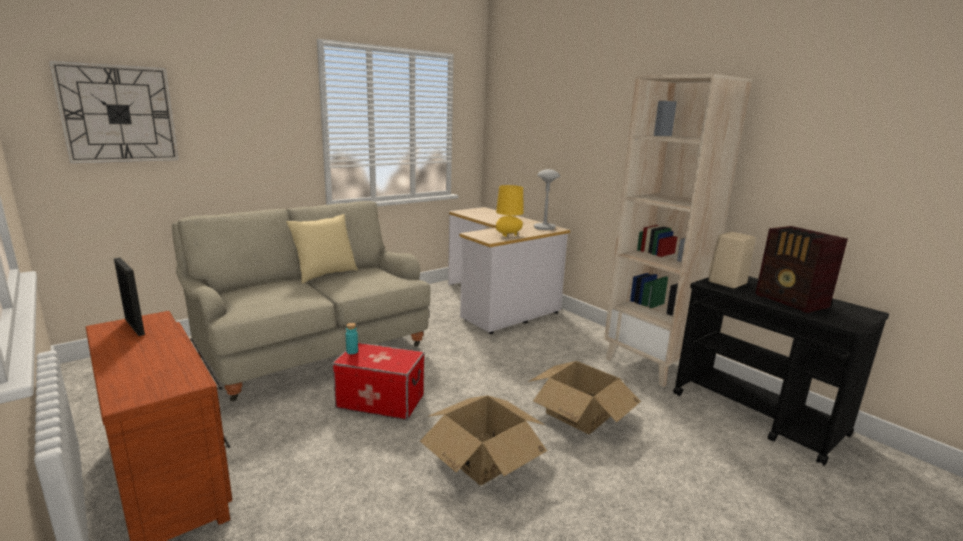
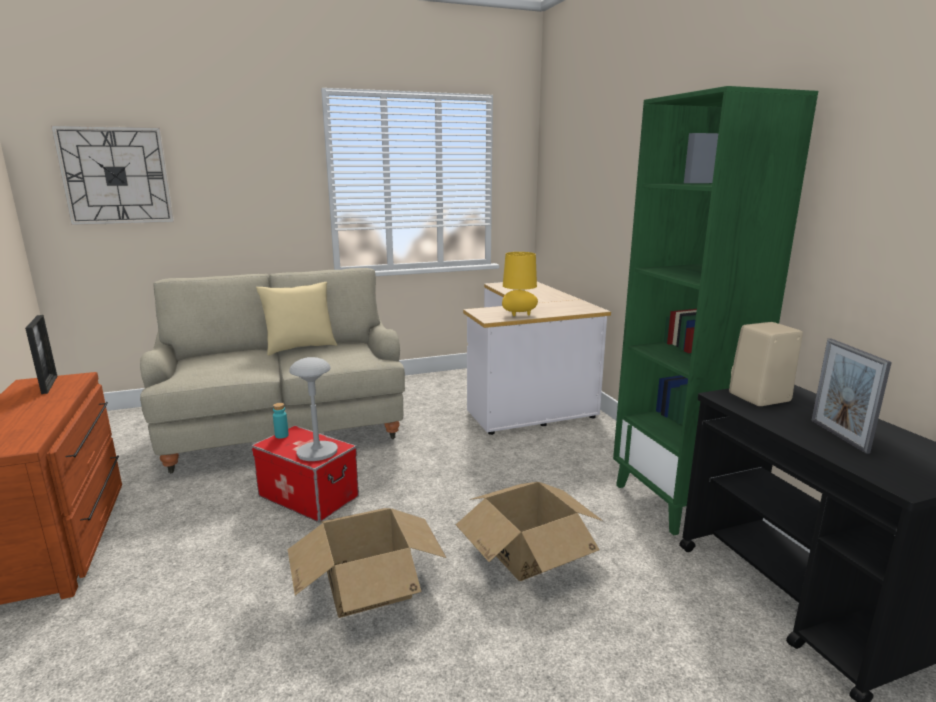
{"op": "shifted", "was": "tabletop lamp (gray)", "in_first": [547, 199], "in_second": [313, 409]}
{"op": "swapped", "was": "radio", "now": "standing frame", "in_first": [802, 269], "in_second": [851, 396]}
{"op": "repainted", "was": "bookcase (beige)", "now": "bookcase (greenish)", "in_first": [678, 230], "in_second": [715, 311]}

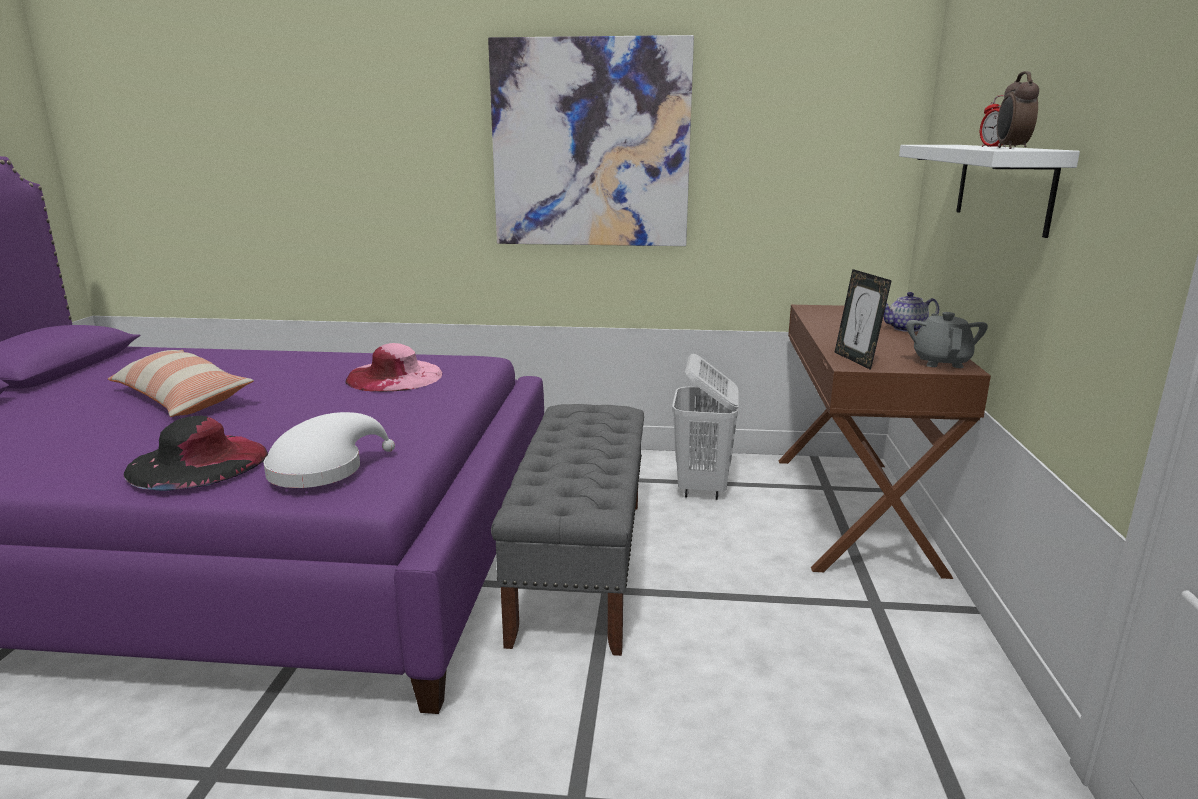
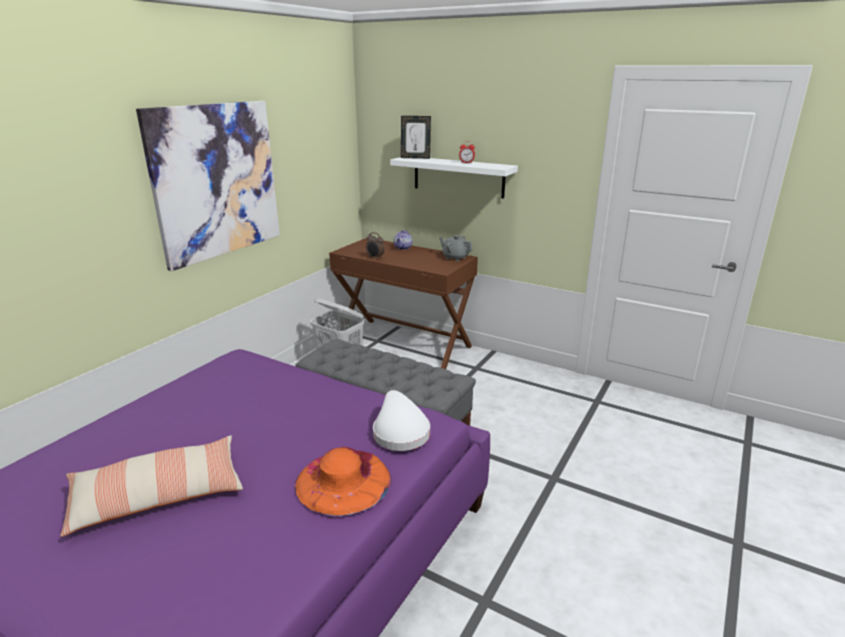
{"op": "gone", "was": "clothing hat (pink)", "in_first": [394, 367]}
{"op": "shifted", "was": "standing frame", "in_first": [863, 319], "in_second": [416, 137]}
{"op": "shifted", "was": "table clock", "in_first": [1018, 110], "in_second": [375, 246]}
{"op": "repainted", "was": "clothing hat (blackish)", "now": "clothing hat (orangey)", "in_first": [196, 453], "in_second": [343, 481]}

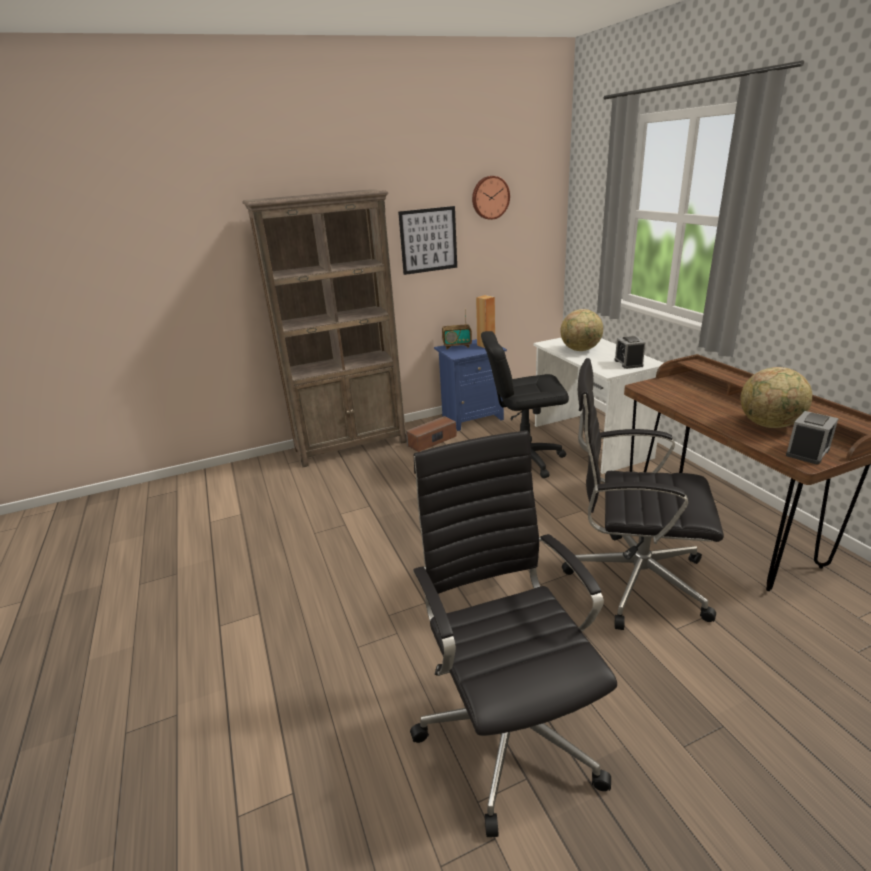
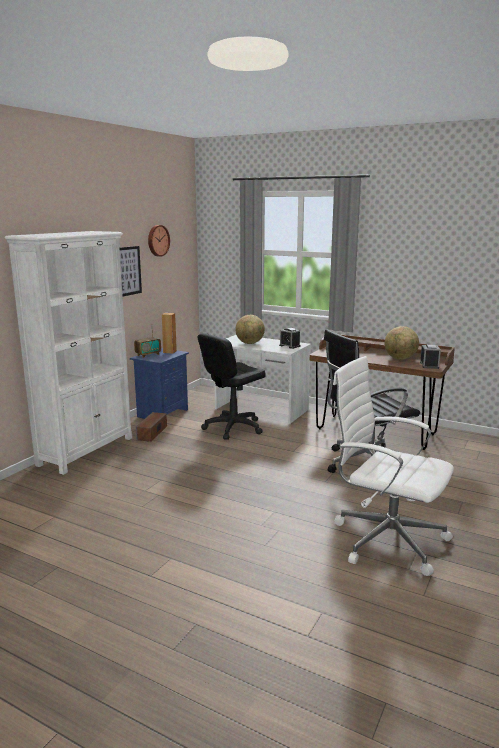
{"op": "repainted", "was": "bookcase (brownish)", "now": "bookcase (white-coloured)", "in_first": [324, 328], "in_second": [68, 353]}
{"op": "repainted", "was": "desk chair (blackish)", "now": "desk chair (white-coloured)", "in_first": [513, 633], "in_second": [393, 466]}

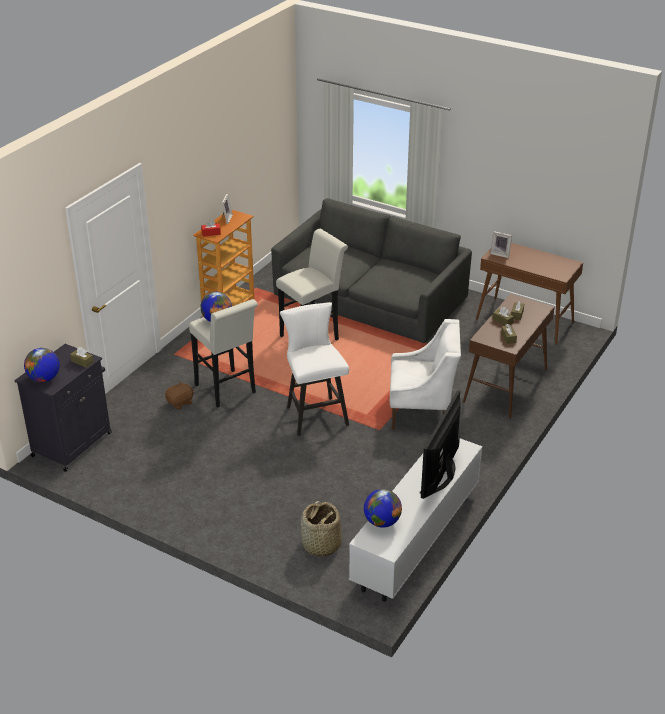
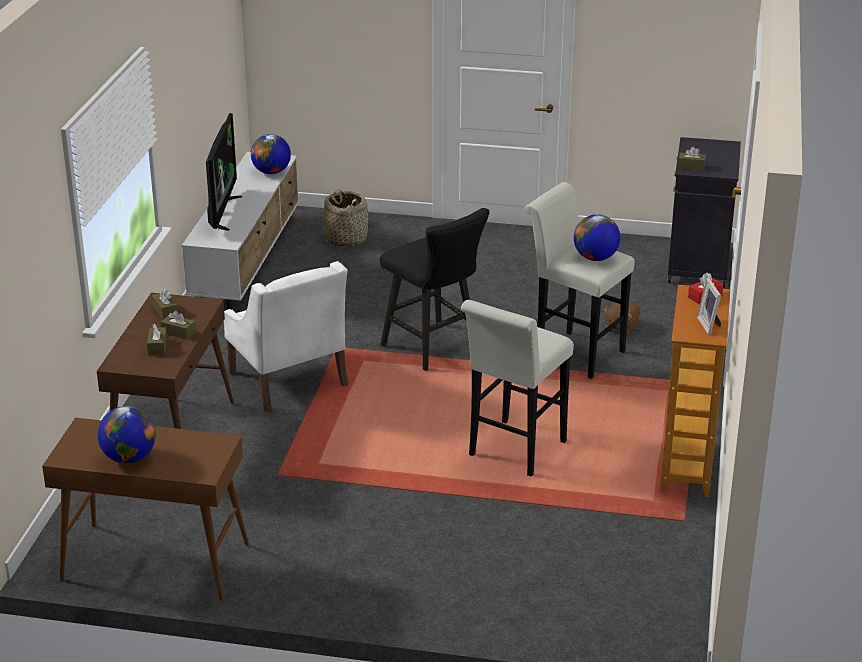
{"op": "gone", "was": "settee (gray)", "in_first": [371, 270]}
{"op": "gone", "was": "standing frame", "in_first": [501, 244]}
{"op": "shifted", "was": "world globe", "in_first": [42, 365], "in_second": [127, 434]}
{"op": "repainted", "was": "stool seat (white-coloured)", "now": "stool seat (blackish)", "in_first": [314, 369], "in_second": [434, 289]}
{"op": "rotated", "was": "armchair (white-coloured)", "in_first": [425, 374], "in_second": [286, 336], "clockwise": -105}

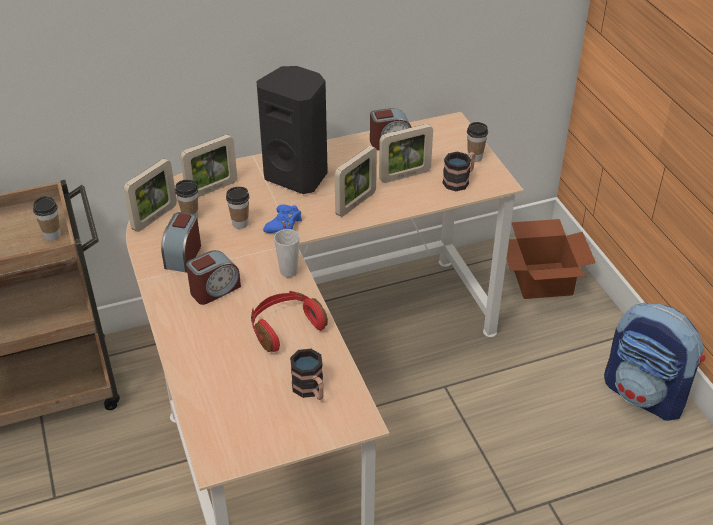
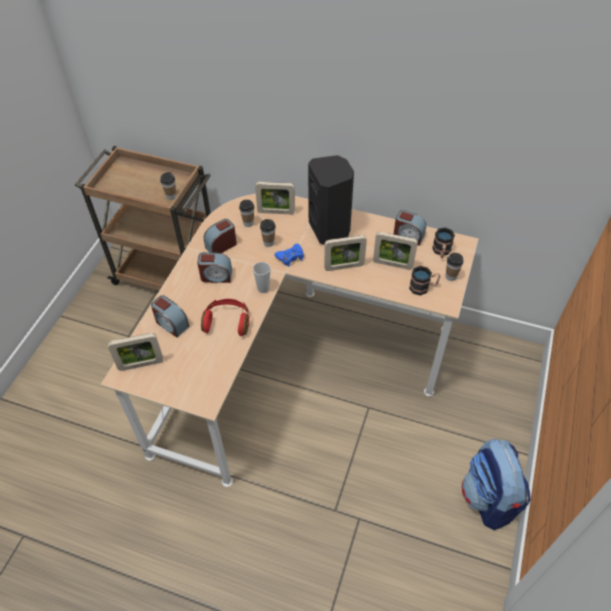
{"op": "gone", "was": "packing box", "in_first": [551, 259]}
{"op": "new", "now": "table clock", "in_second": [170, 316]}
{"op": "shifted", "was": "standing frame", "in_first": [150, 195], "in_second": [135, 352]}
{"op": "shifted", "was": "coffee mug", "in_first": [307, 374], "in_second": [443, 242]}

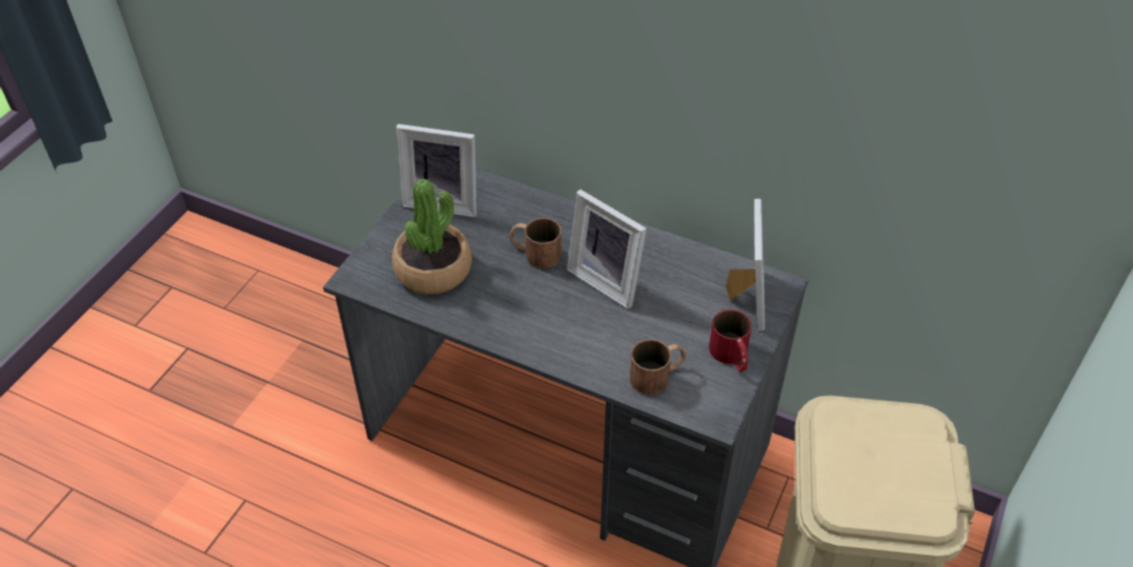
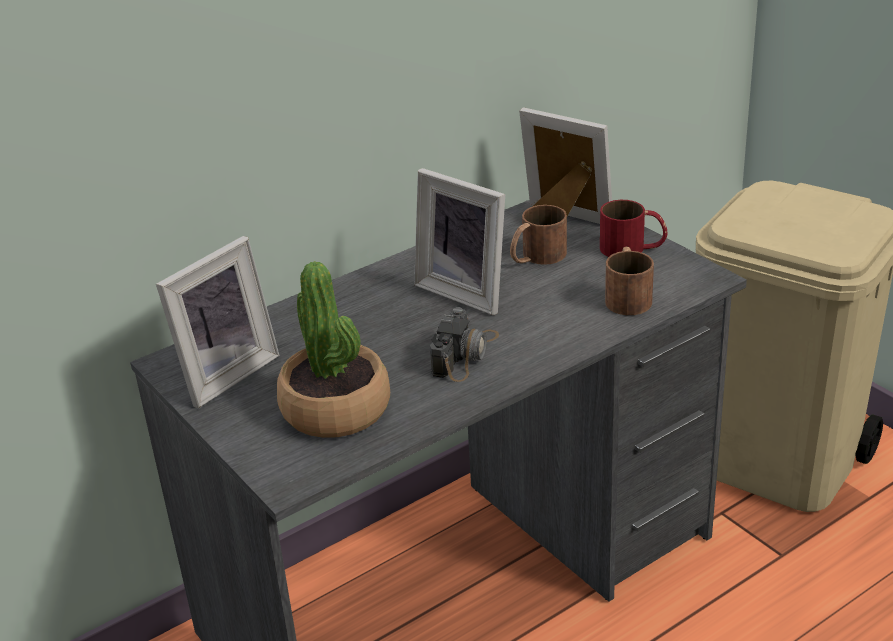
{"op": "new", "now": "still camera", "in_second": [464, 344]}
{"op": "shifted", "was": "coffee mug (brownish)", "in_first": [535, 243], "in_second": [538, 235]}
{"op": "rotated", "was": "standing frame", "in_first": [607, 249], "in_second": [459, 241], "clockwise": 60}

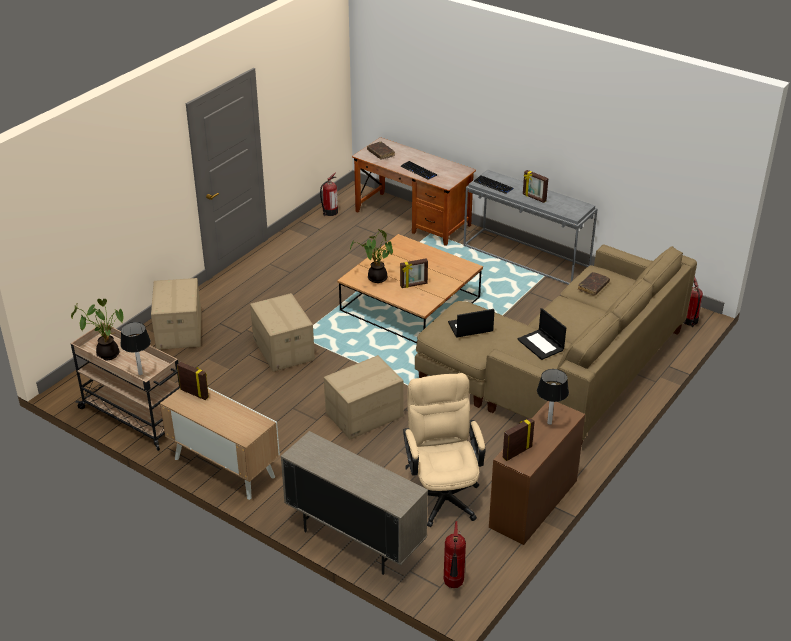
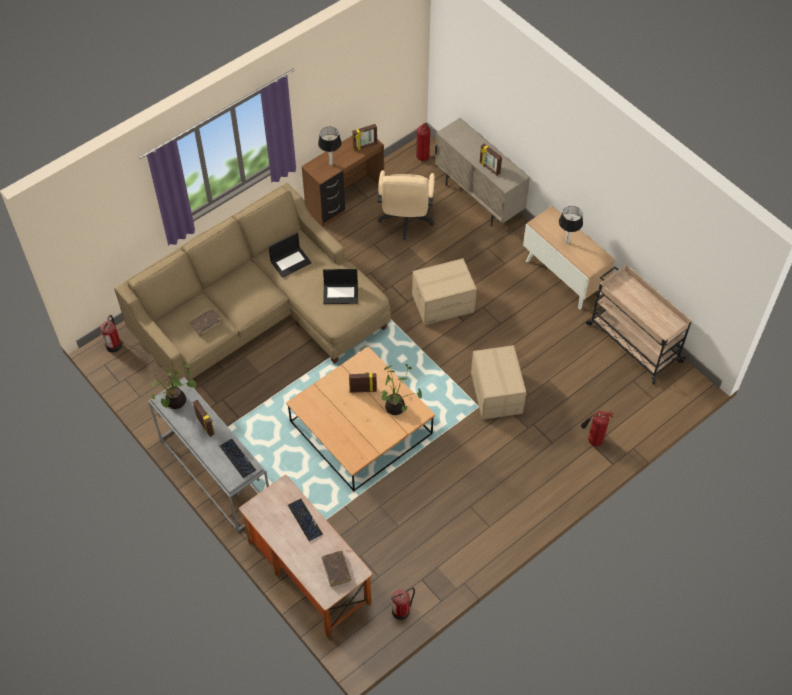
{"op": "shifted", "was": "houseplant", "in_first": [97, 329], "in_second": [173, 385]}
{"op": "shifted", "was": "tabletop lamp", "in_first": [135, 348], "in_second": [571, 225]}
{"op": "shifted", "was": "standing frame", "in_first": [193, 381], "in_second": [491, 160]}
{"op": "swapped", "was": "packing box", "now": "fire-fighting cylinder", "in_first": [176, 314], "in_second": [597, 428]}
{"op": "rotated", "was": "portable computer", "in_first": [541, 334], "in_second": [290, 255], "clockwise": 75}

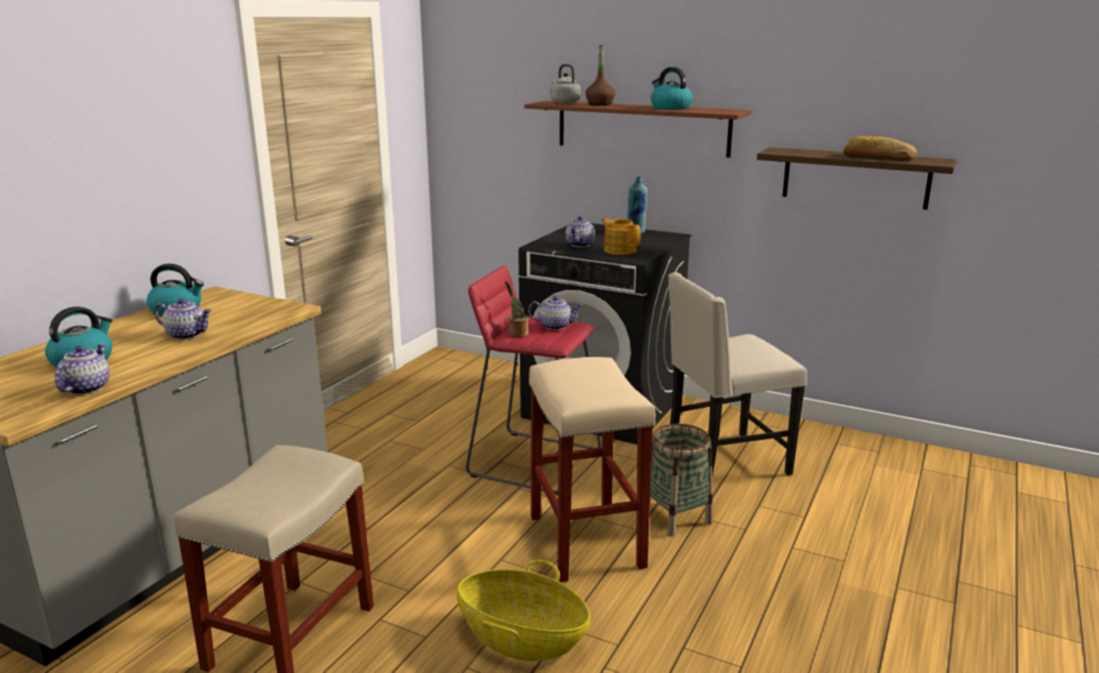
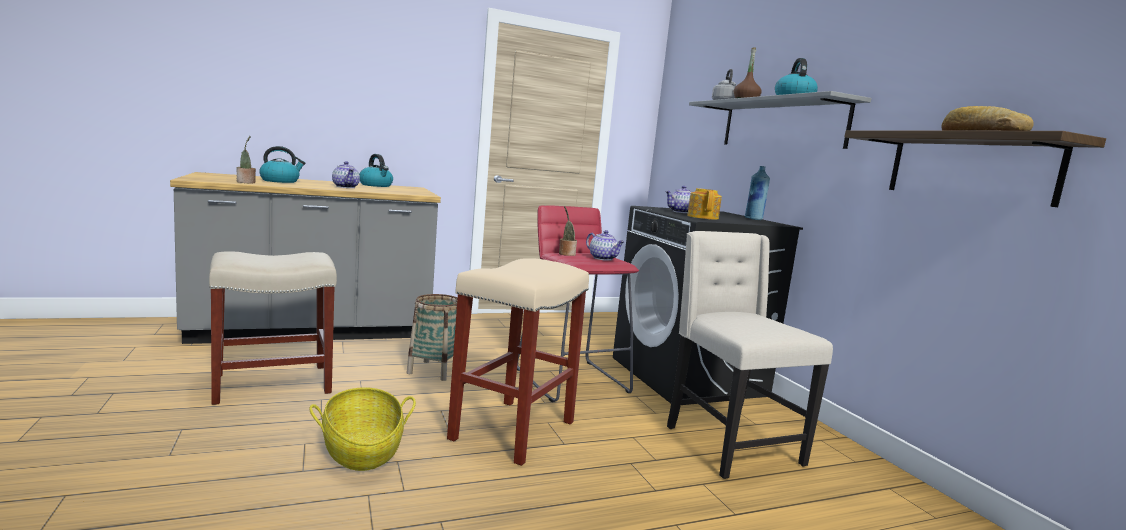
{"op": "shifted", "was": "household basket", "in_first": [681, 480], "in_second": [432, 337]}
{"op": "swapped", "was": "teapot", "now": "houseplant", "in_first": [82, 369], "in_second": [246, 159]}
{"op": "repainted", "was": "shelf (brownish)", "now": "shelf (gray)", "in_first": [637, 129], "in_second": [780, 120]}
{"op": "rotated", "was": "plain chair (beige)", "in_first": [737, 373], "in_second": [750, 355], "clockwise": 45}

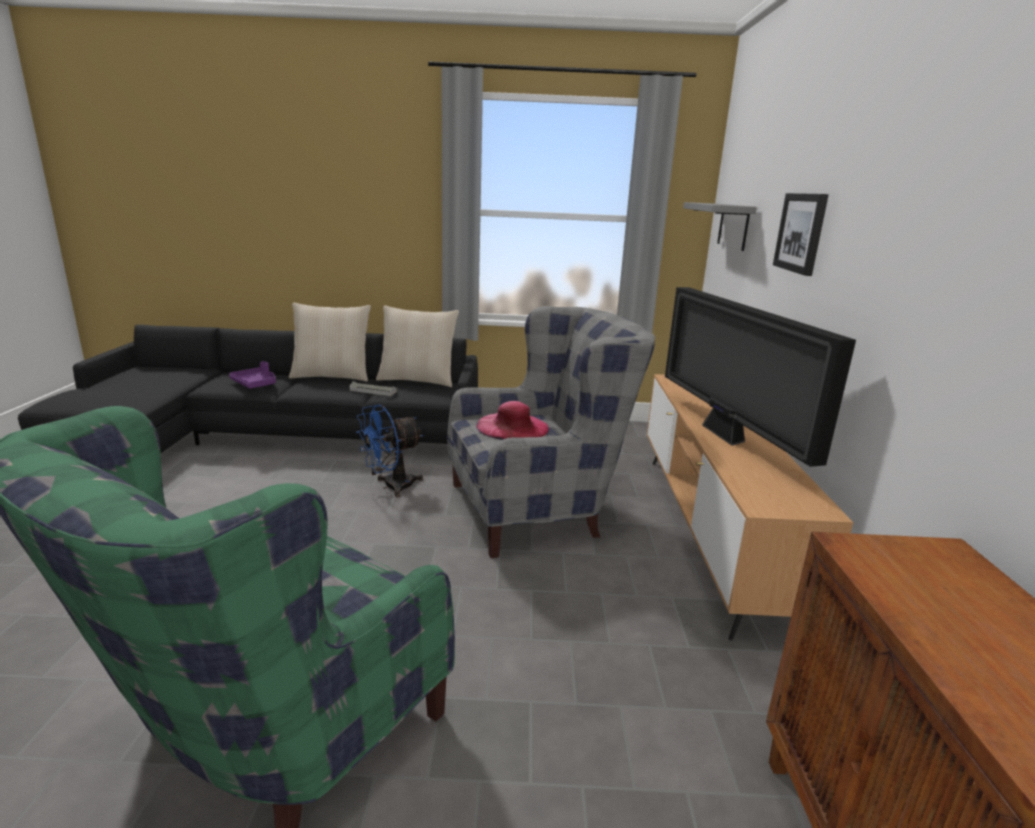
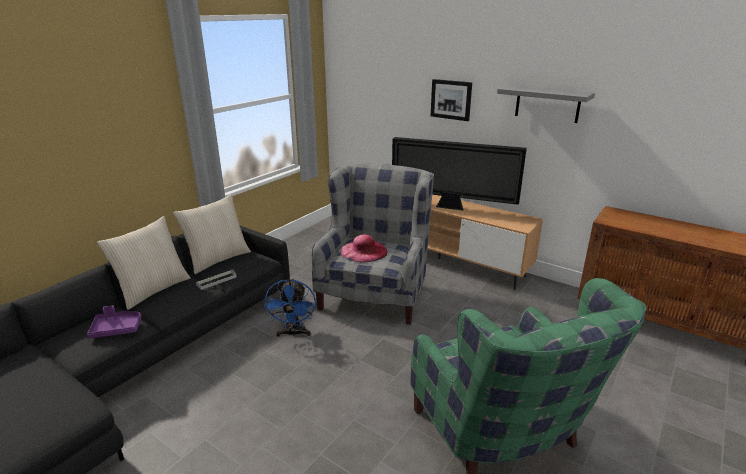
{"op": "shifted", "was": "shelf (gray)", "in_first": [720, 226], "in_second": [546, 104]}

